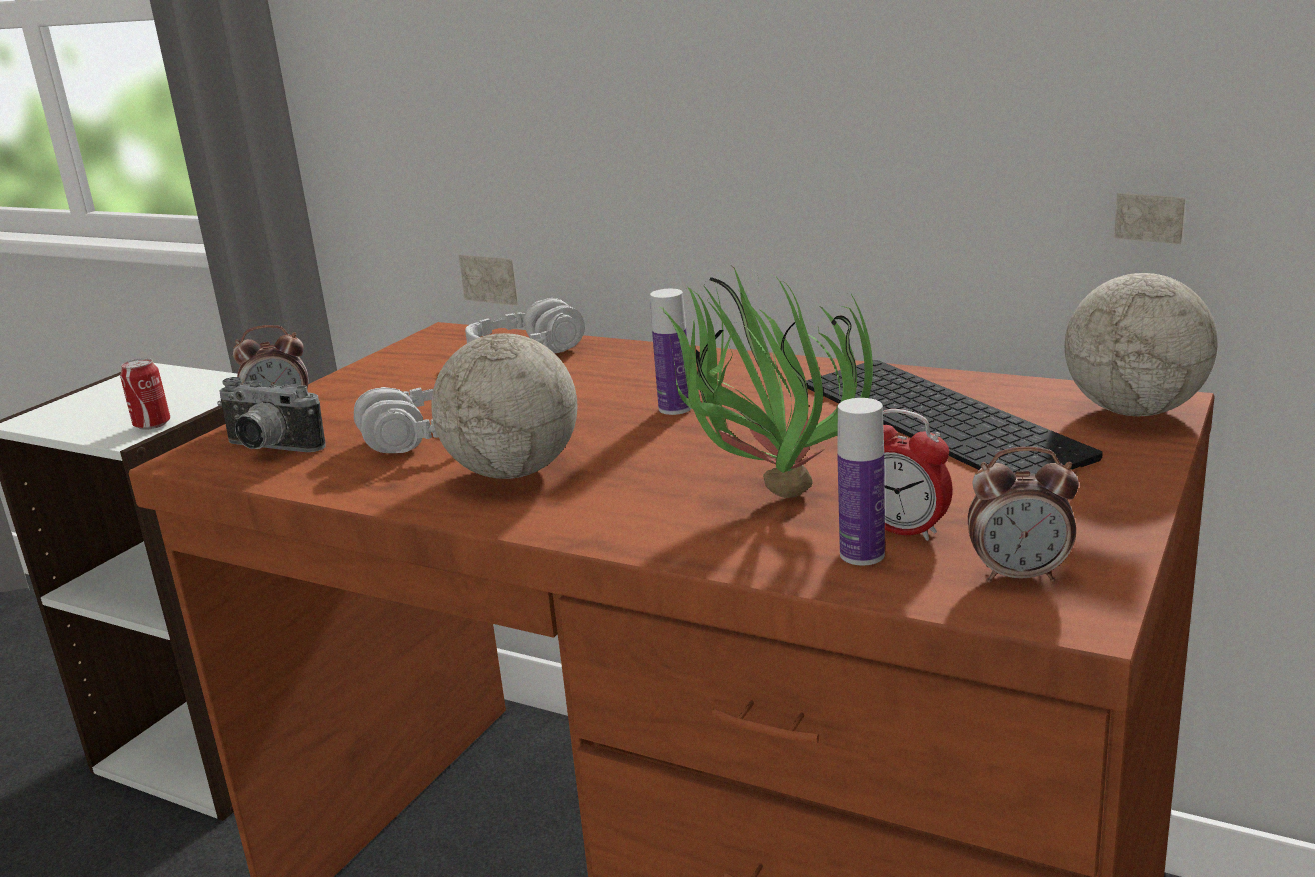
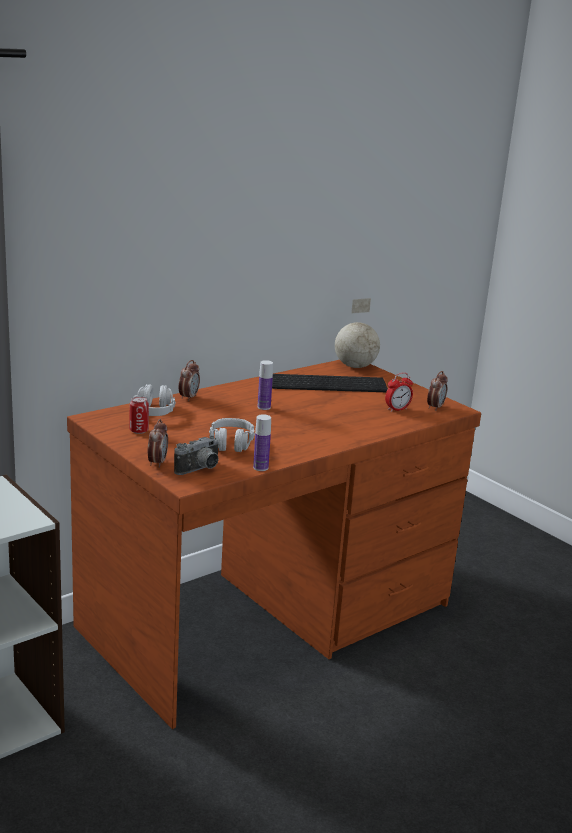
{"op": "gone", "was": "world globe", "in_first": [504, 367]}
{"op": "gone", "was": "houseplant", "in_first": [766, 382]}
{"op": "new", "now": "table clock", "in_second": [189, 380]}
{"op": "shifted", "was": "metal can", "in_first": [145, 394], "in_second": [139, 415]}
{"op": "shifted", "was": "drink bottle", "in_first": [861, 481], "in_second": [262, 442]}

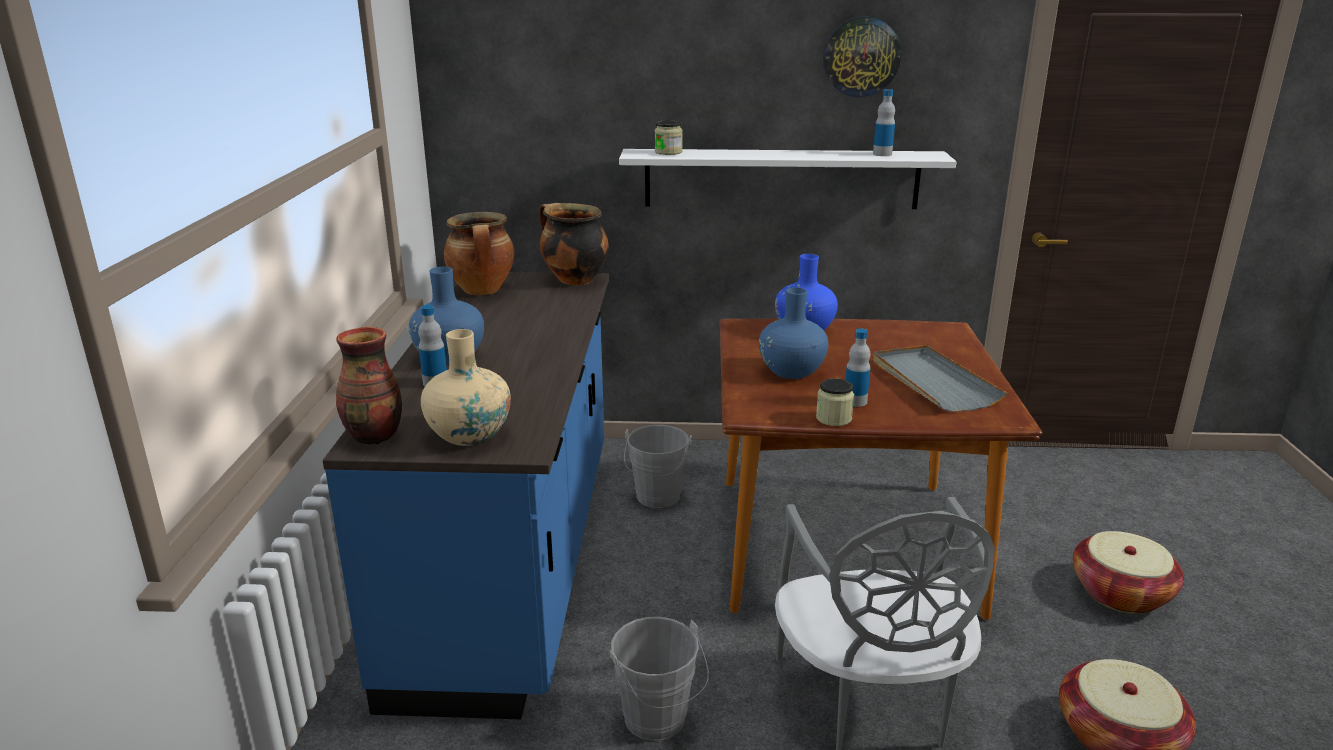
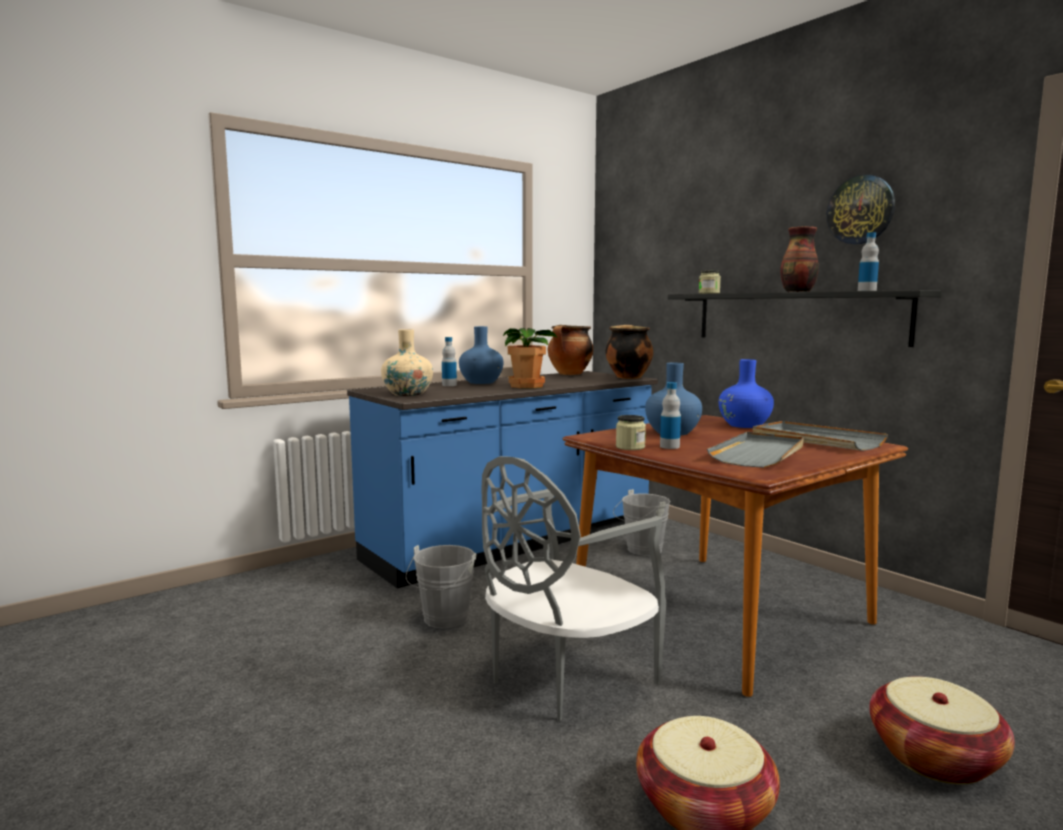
{"op": "new", "now": "houseplant", "in_second": [530, 358]}
{"op": "new", "now": "serving tray (gray)", "in_second": [820, 436]}
{"op": "shifted", "was": "flower vase", "in_first": [369, 386], "in_second": [799, 259]}
{"op": "repainted", "was": "shelf (white-coloured)", "now": "shelf (blackish)", "in_first": [787, 179], "in_second": [804, 318]}

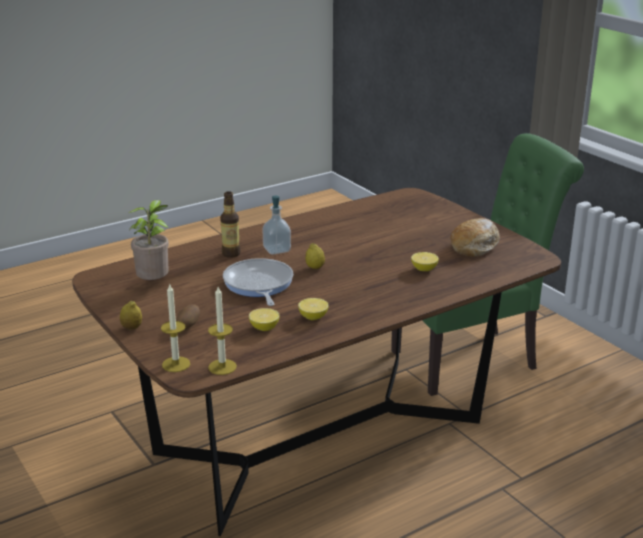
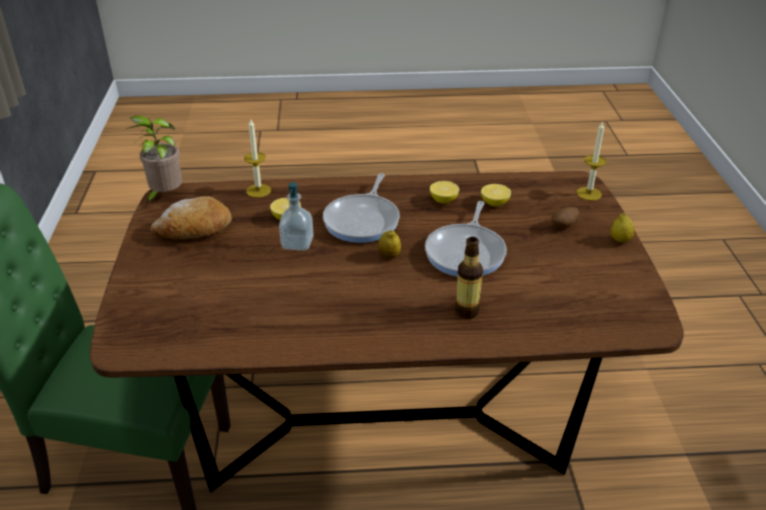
{"op": "new", "now": "pan", "in_second": [361, 208]}
{"op": "shifted", "was": "houseplant", "in_first": [149, 240], "in_second": [154, 160]}
{"op": "shifted", "was": "candle", "in_first": [222, 331], "in_second": [257, 158]}
{"op": "shifted", "was": "soap dispenser", "in_first": [276, 225], "in_second": [296, 216]}

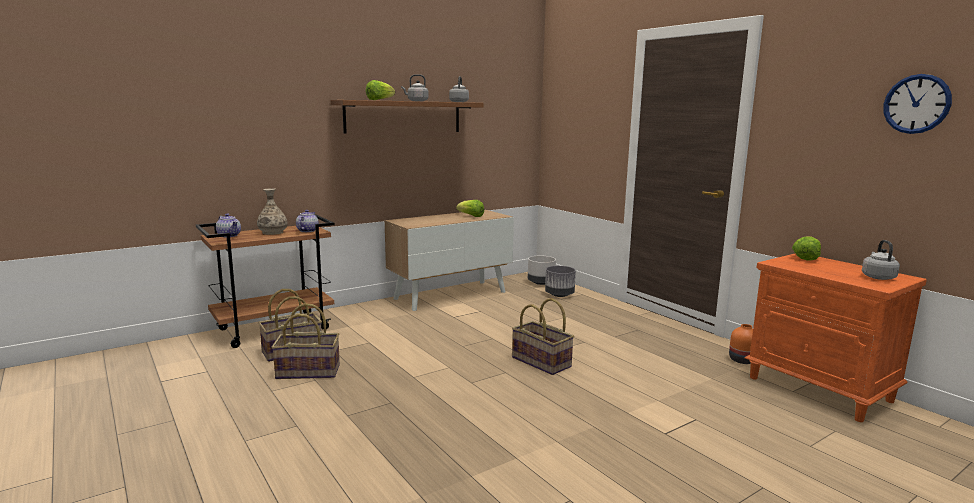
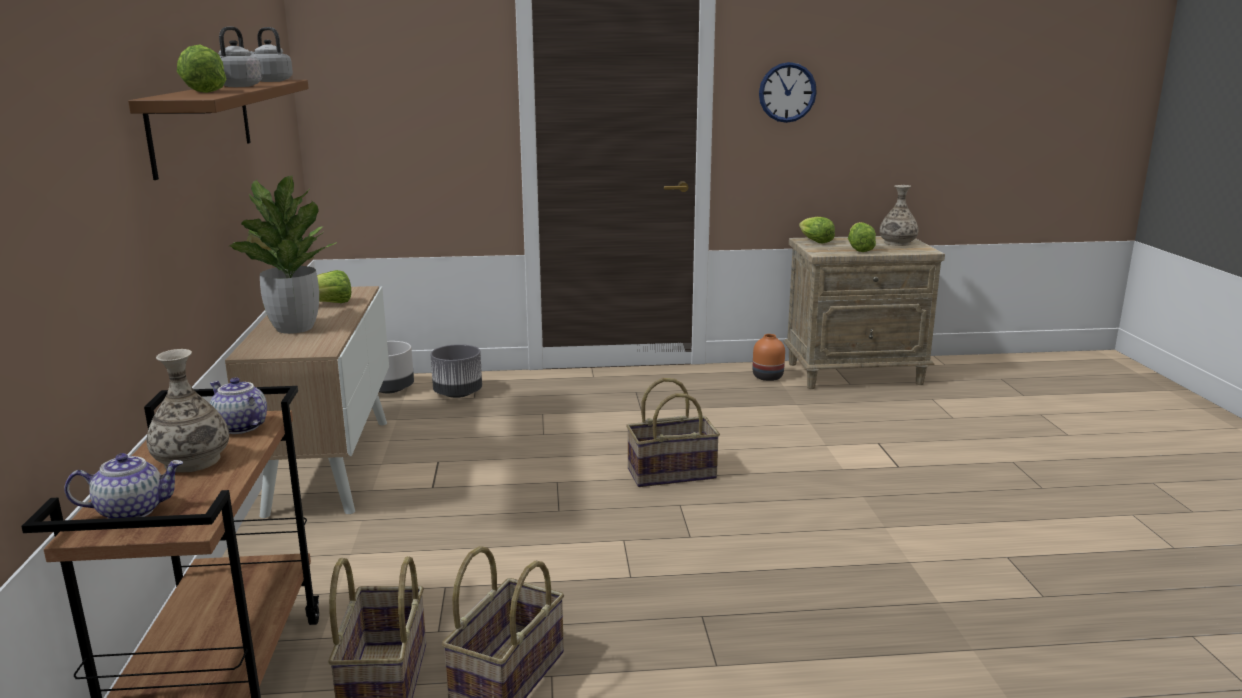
{"op": "new", "now": "houseplant", "in_second": [282, 254]}
{"op": "new", "now": "lettuce", "in_second": [862, 237]}
{"op": "shifted", "was": "hanging clock", "in_first": [917, 104], "in_second": [788, 92]}
{"op": "swapped", "was": "water kettle (gray)", "now": "flower vase", "in_first": [881, 260], "in_second": [898, 215]}
{"op": "repainted", "was": "night table (orangey)", "now": "night table (beige)", "in_first": [836, 338], "in_second": [864, 312]}

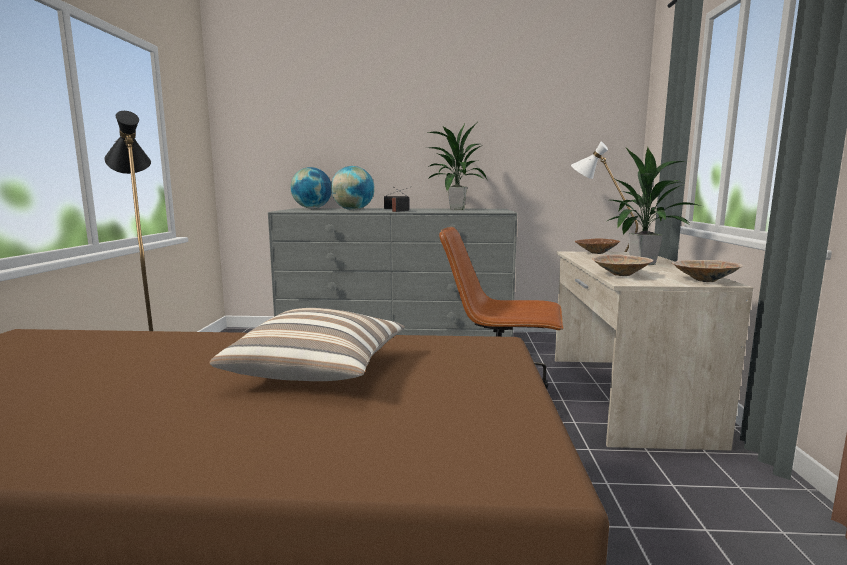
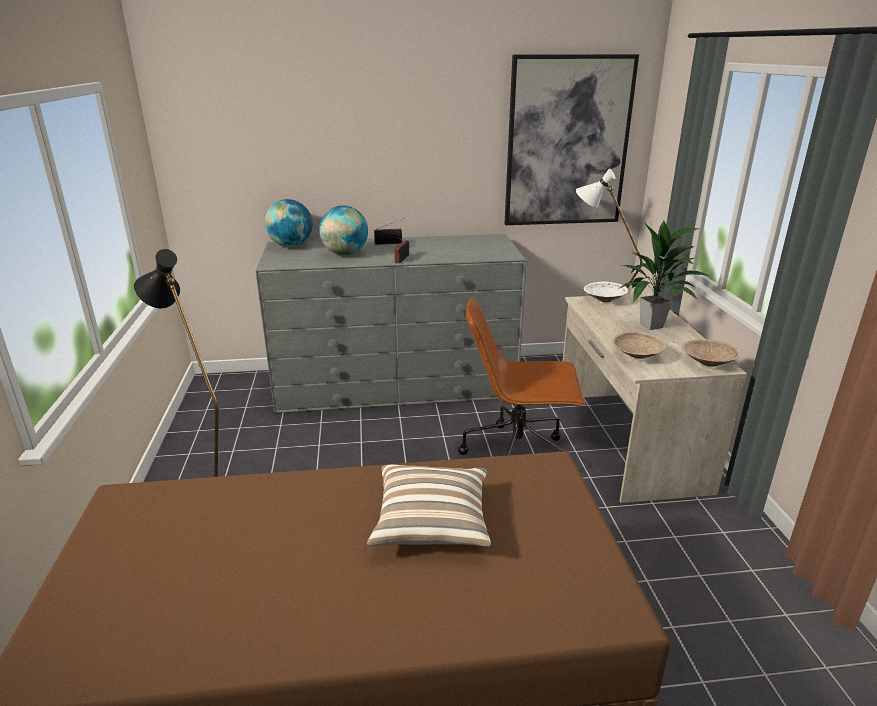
{"op": "gone", "was": "houseplant", "in_first": [456, 167]}
{"op": "new", "now": "wall art", "in_second": [572, 139]}
{"op": "repainted", "was": "serving bowl (brownish)", "now": "serving bowl (white-coloured)", "in_first": [597, 246], "in_second": [606, 292]}

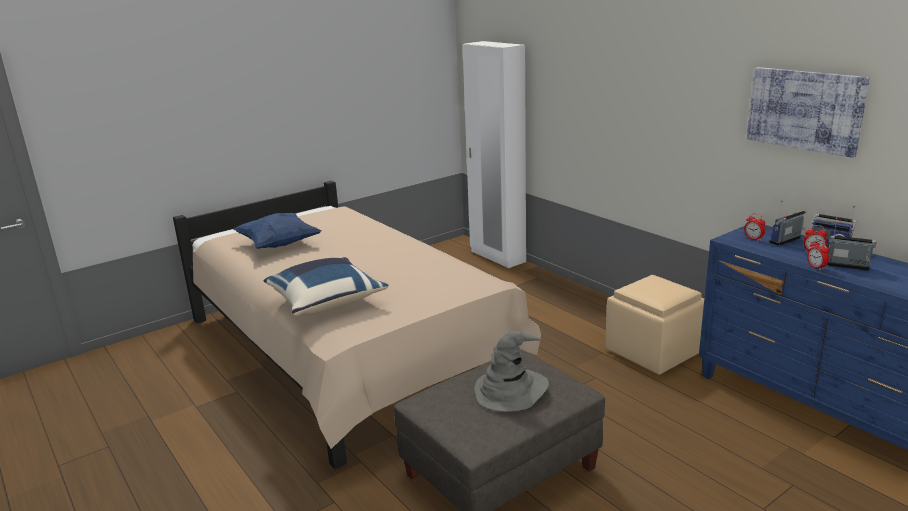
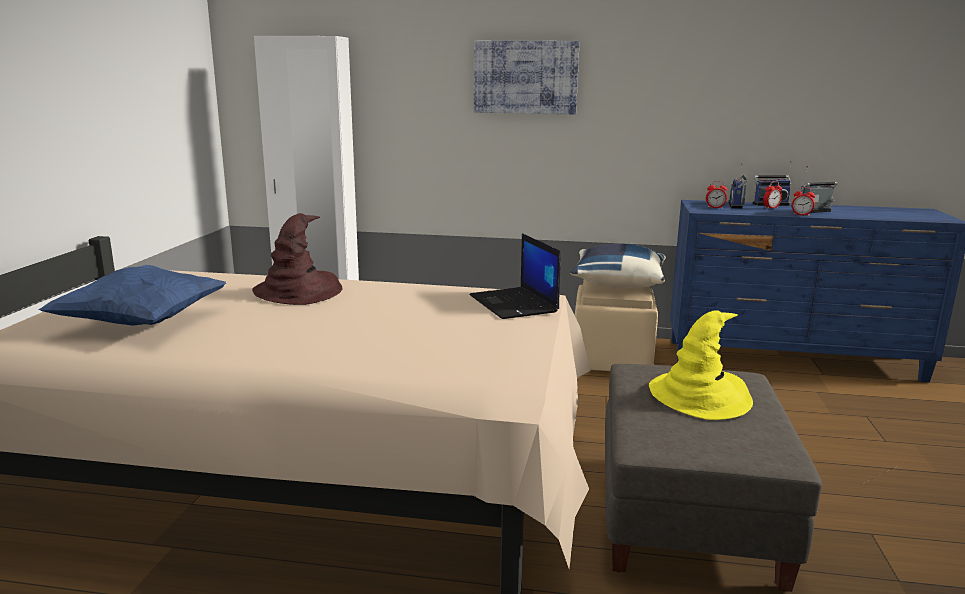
{"op": "new", "now": "clothing hat (brownish)", "in_second": [297, 259]}
{"op": "new", "now": "portable computer", "in_second": [515, 276]}
{"op": "shifted", "was": "pillow (blue-coloured)", "in_first": [326, 286], "in_second": [618, 265]}
{"op": "shifted", "was": "wall art", "in_first": [808, 112], "in_second": [527, 77]}
{"op": "repainted", "was": "clothing hat (gray)", "now": "clothing hat (yellow-coloured)", "in_first": [511, 371], "in_second": [701, 365]}

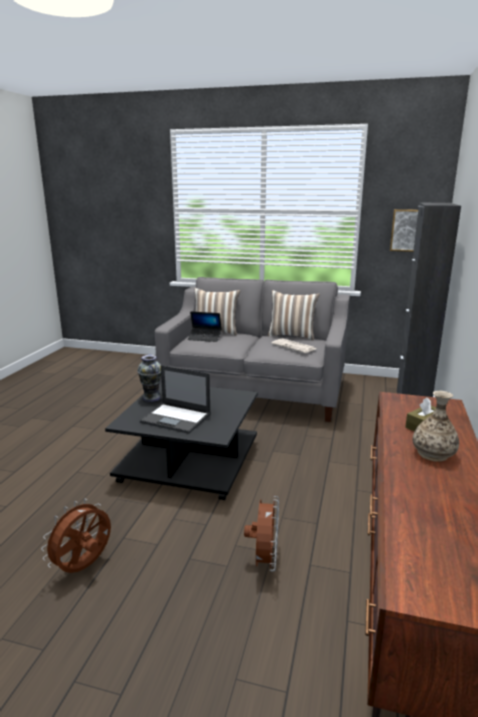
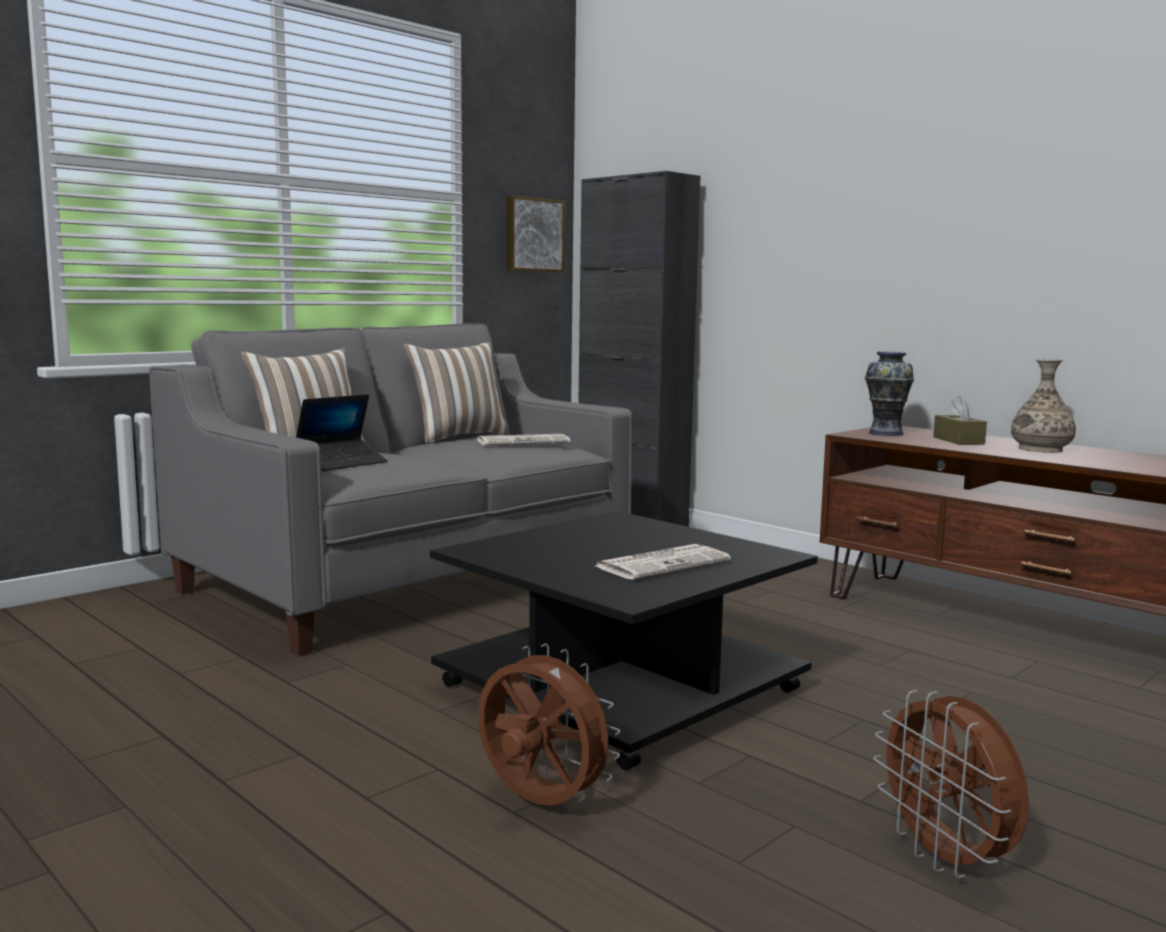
{"op": "shifted", "was": "flower vase", "in_first": [149, 378], "in_second": [889, 393]}
{"op": "shifted", "was": "fan (brownish)", "in_first": [261, 533], "in_second": [549, 725]}
{"op": "swapped", "was": "portable computer", "now": "daily paper", "in_first": [175, 399], "in_second": [663, 562]}

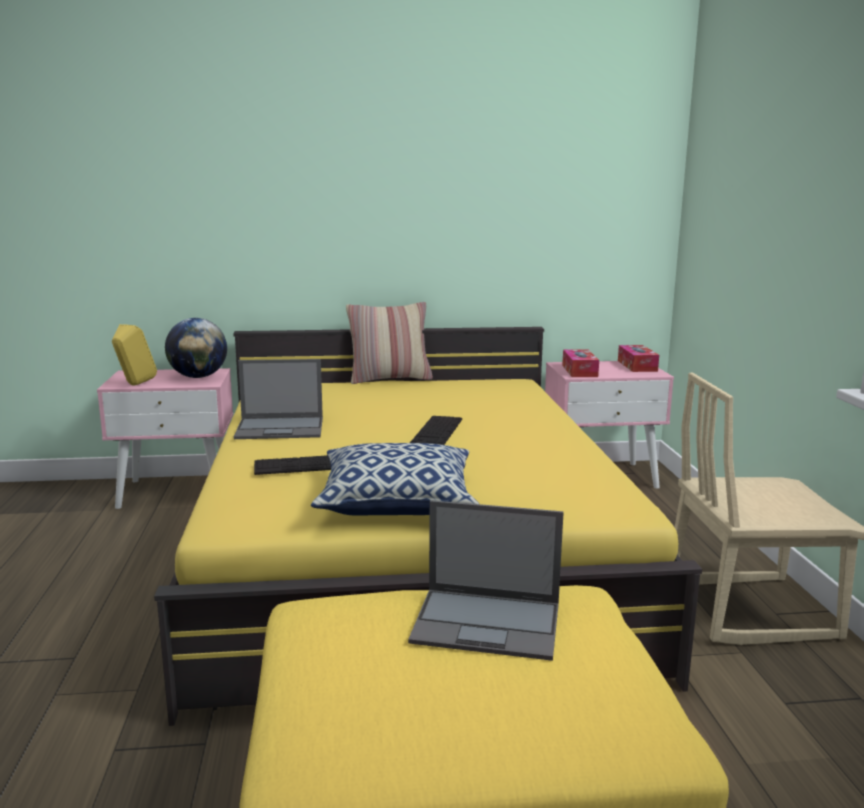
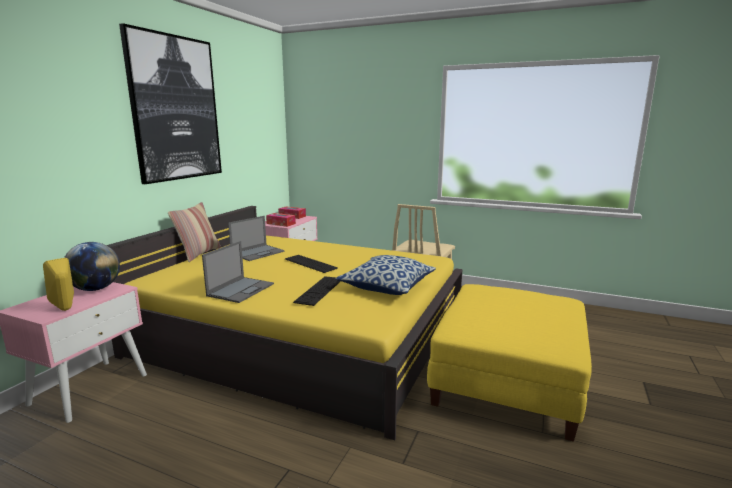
{"op": "new", "now": "wall art", "in_second": [170, 103]}
{"op": "shifted", "was": "portable computer", "in_first": [486, 580], "in_second": [256, 238]}

